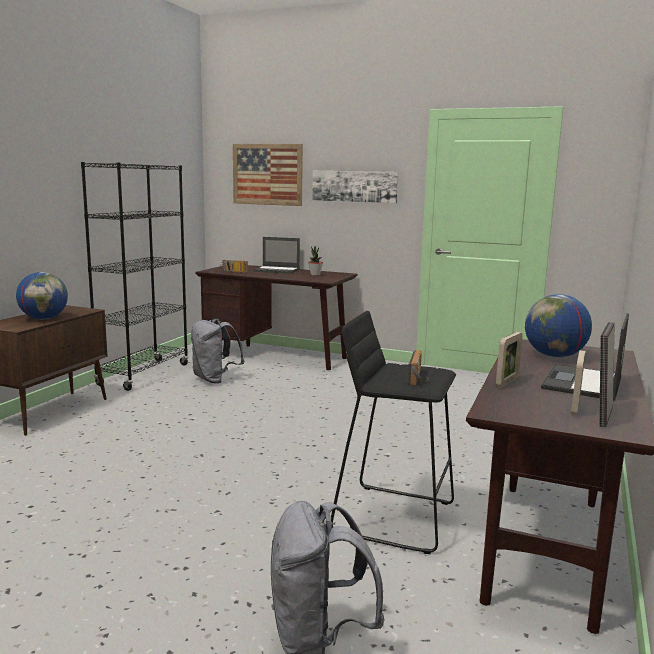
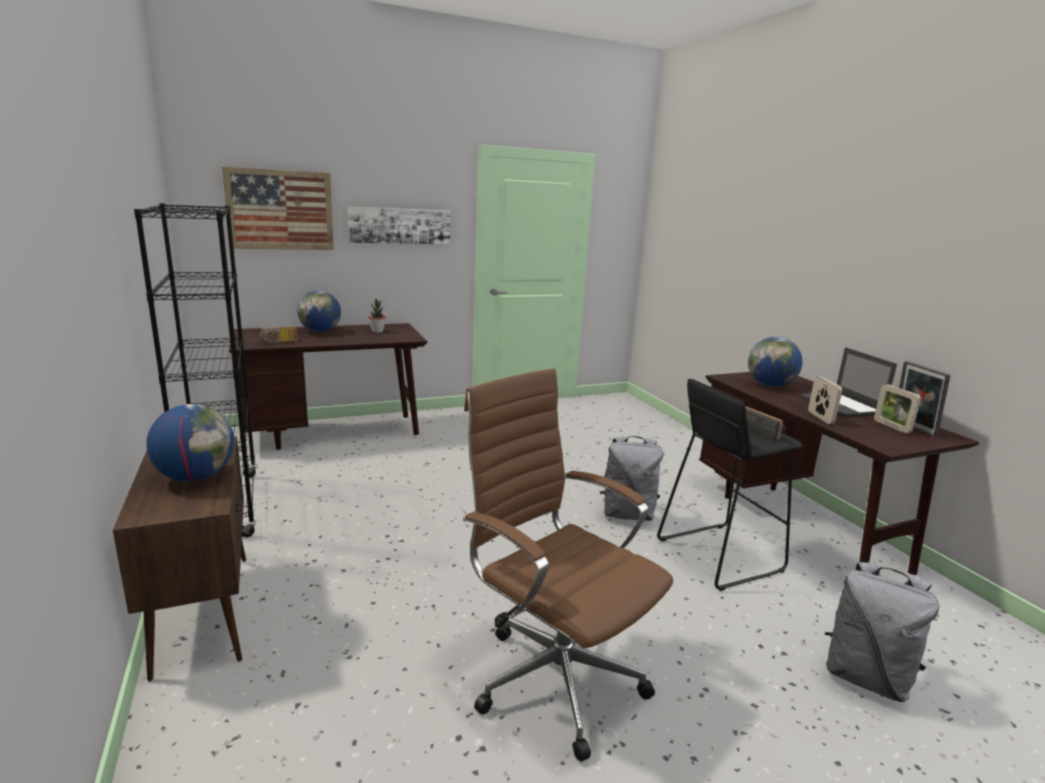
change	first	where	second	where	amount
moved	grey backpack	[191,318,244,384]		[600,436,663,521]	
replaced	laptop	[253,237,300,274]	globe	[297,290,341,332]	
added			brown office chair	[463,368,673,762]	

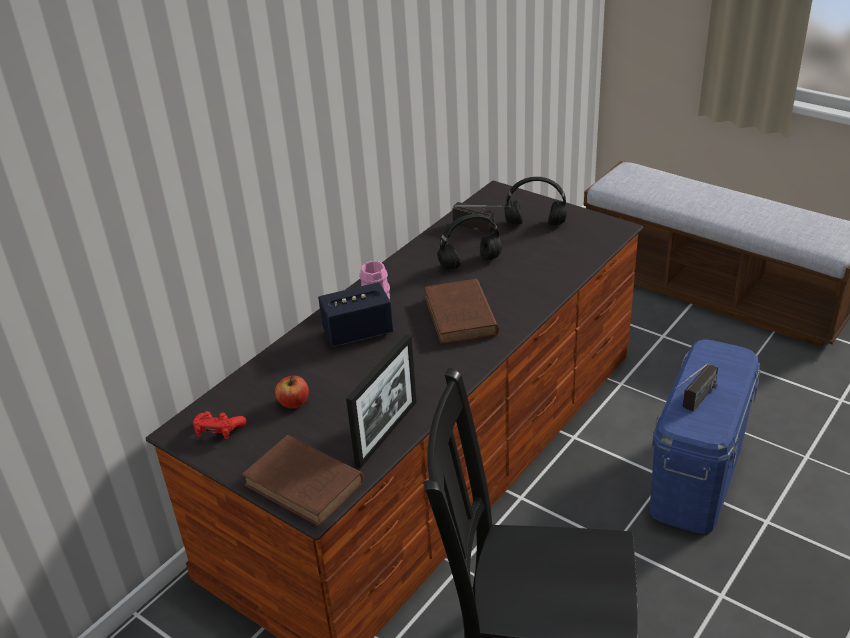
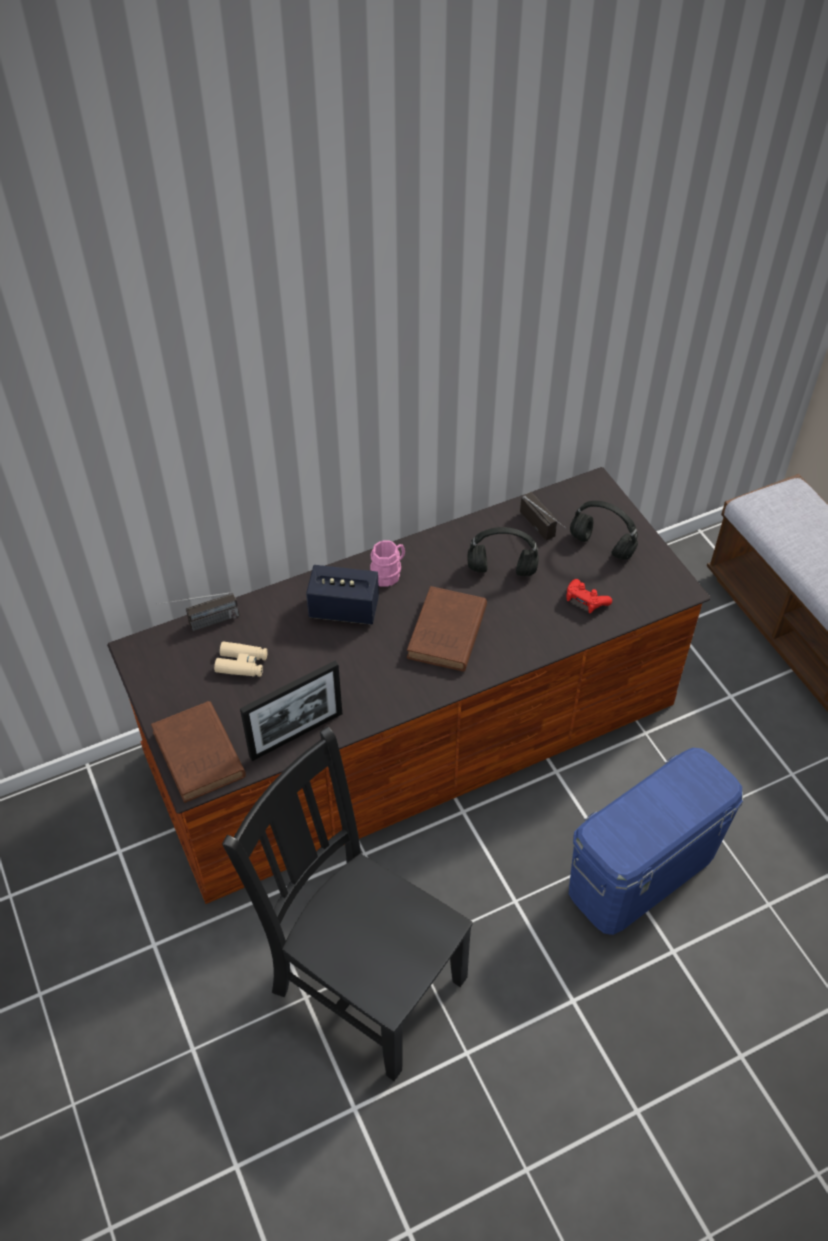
change	first	where	second	where	amount
moved	red game controller	[193,411,246,439]		[566,579,612,613]	
replaced	apple	[275,376,309,409]	beige binoculars	[214,642,268,677]	
moved	radio	[675,364,718,412]		[156,592,239,631]	

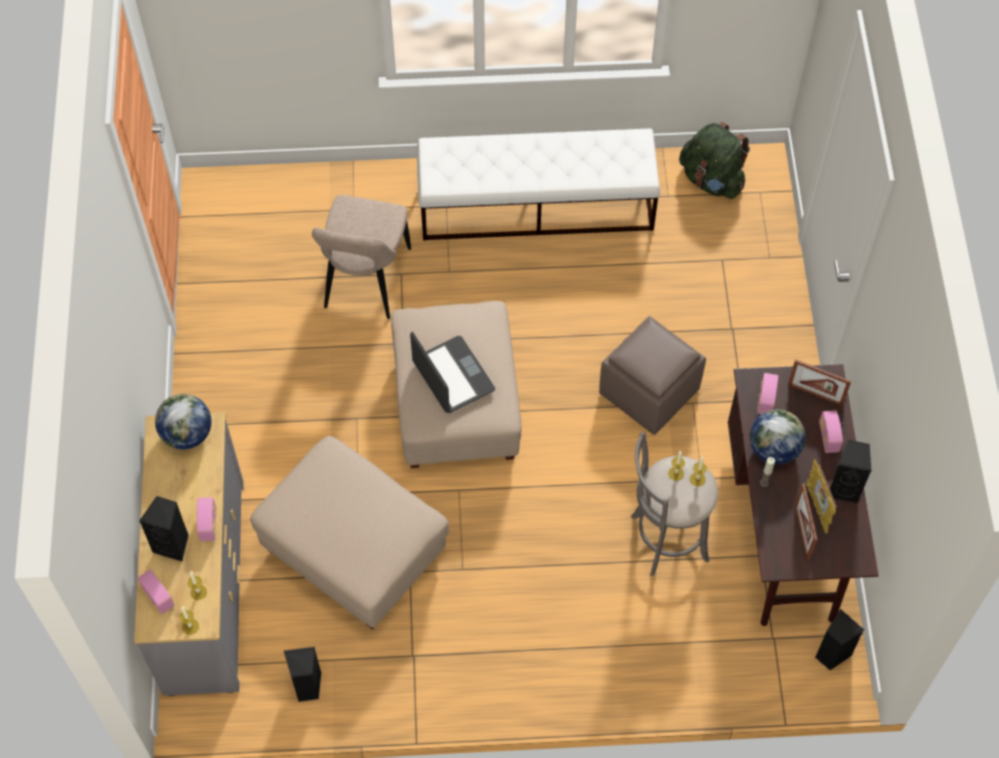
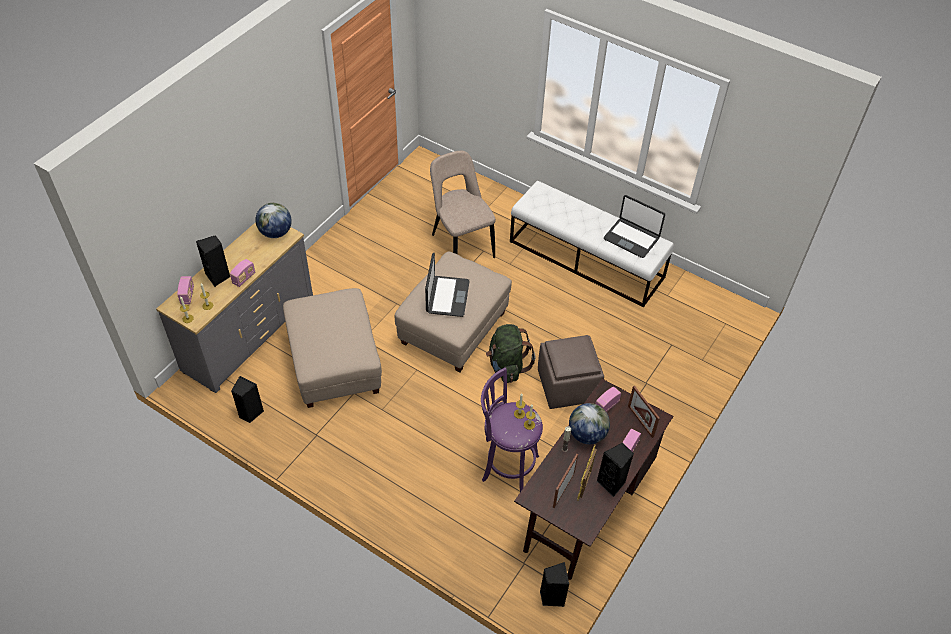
change	first	where	second	where	amount
turned	beige chair	[312,195,411,319]		[430,151,496,258]	105 degrees clockwise
recoloured	grey stool	[631,432,718,576]	purple stool	[481,367,543,492]	
moved	green backpack	[679,122,750,199]		[486,324,535,383]	
added			laptop	[604,195,665,258]	

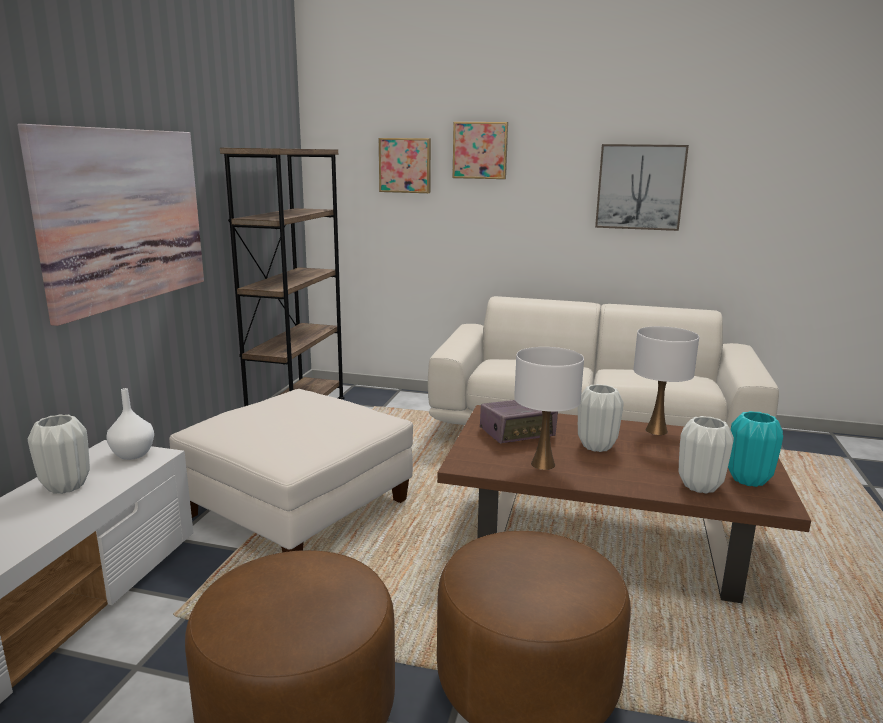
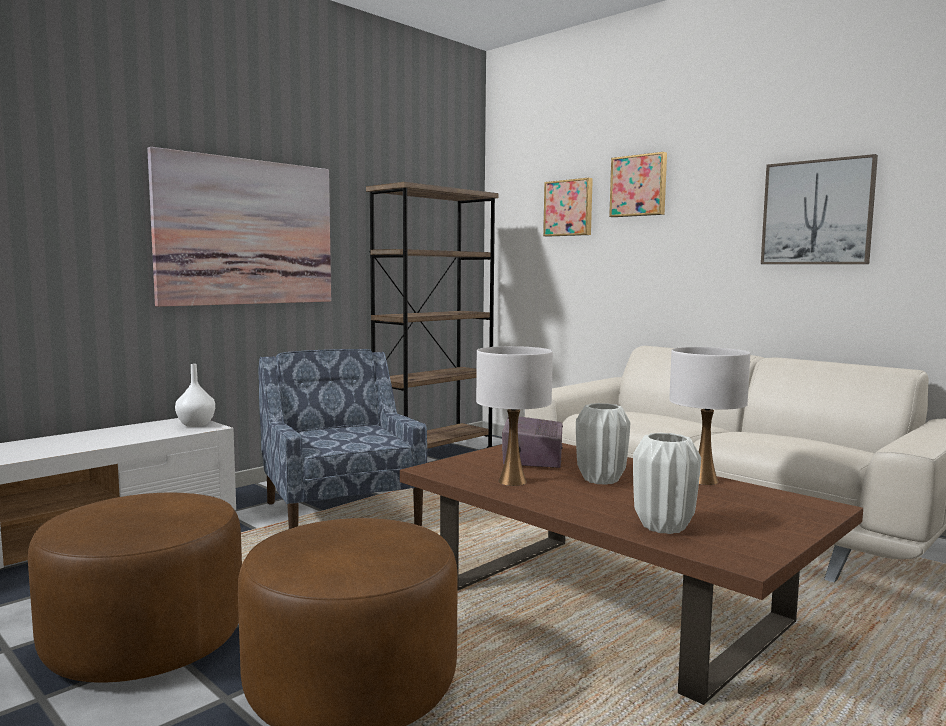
change	first	where	second	where	amount
removed	white vase	[28,414,90,494]			
replaced	white ottoman	[169,389,413,552]	blue armchair	[258,349,427,529]	
turned	radio	[480,400,558,444]		[502,416,563,468]	90 degrees clockwise
removed	turquoise vase	[728,411,783,487]			

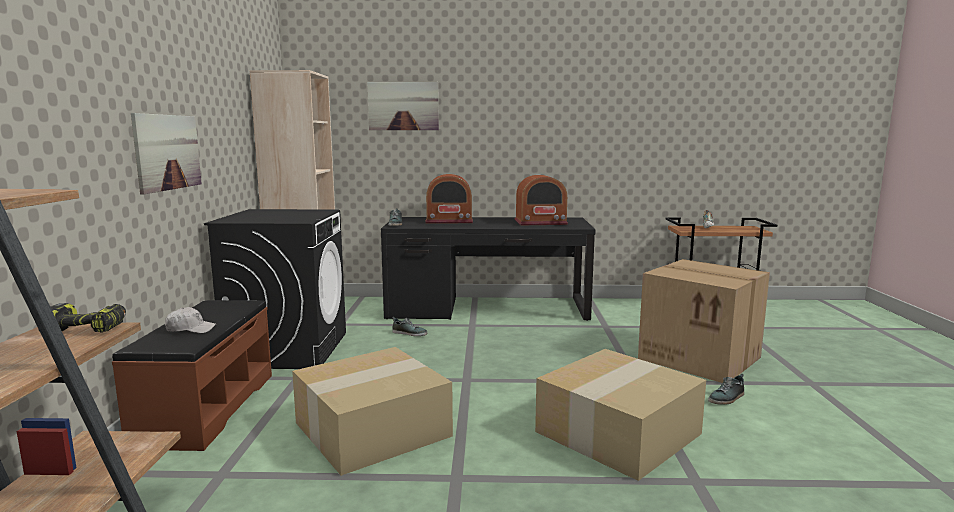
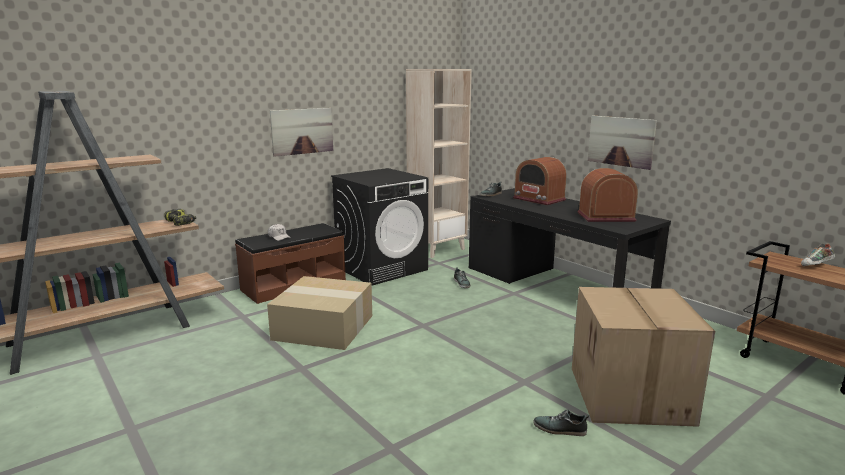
change	first	where	second	where	amount
moved	picture	[367,82,439,130]		[588,115,657,170]	
turned	radio	[515,175,568,226]		[577,168,638,222]	135 degrees clockwise
removed	cardboard box	[535,349,706,481]			

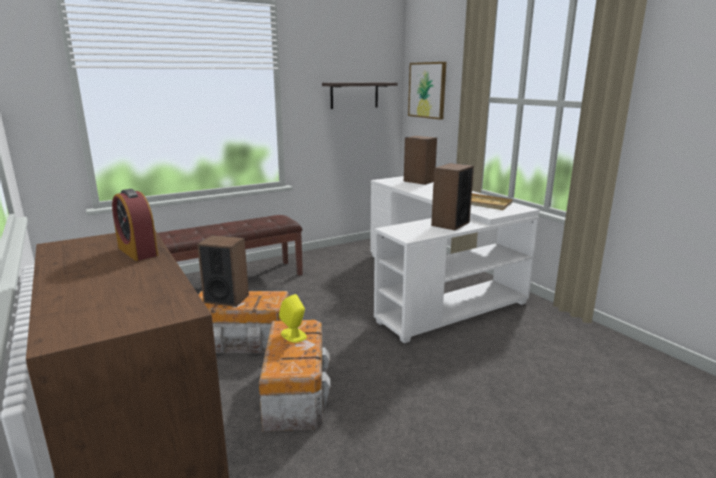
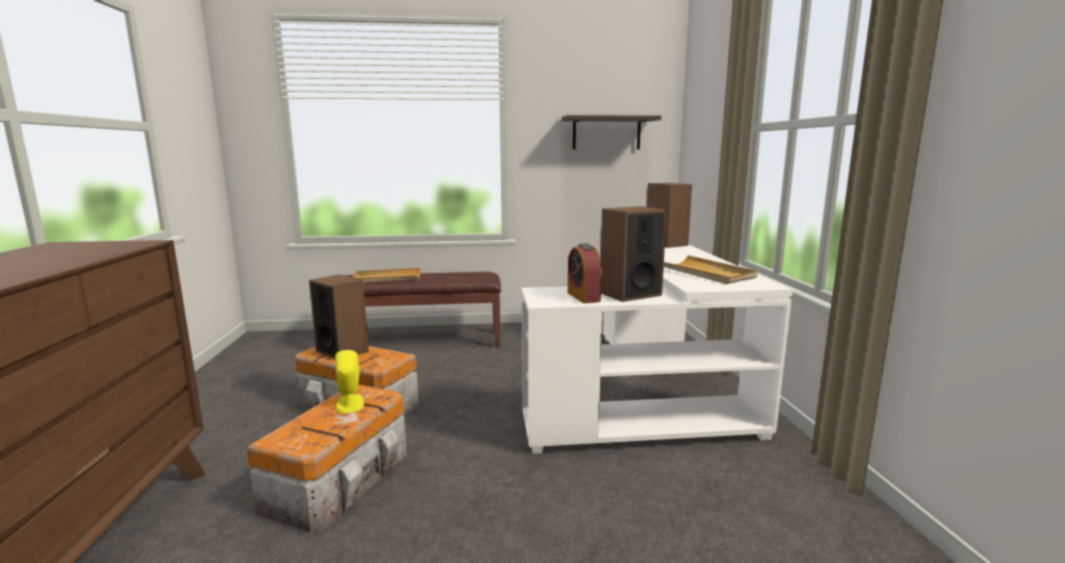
change	first	where	second	where	amount
moved	alarm clock	[112,189,158,261]		[568,243,602,303]	
removed	picture	[408,62,446,120]			
added			beige tray	[352,268,420,283]	

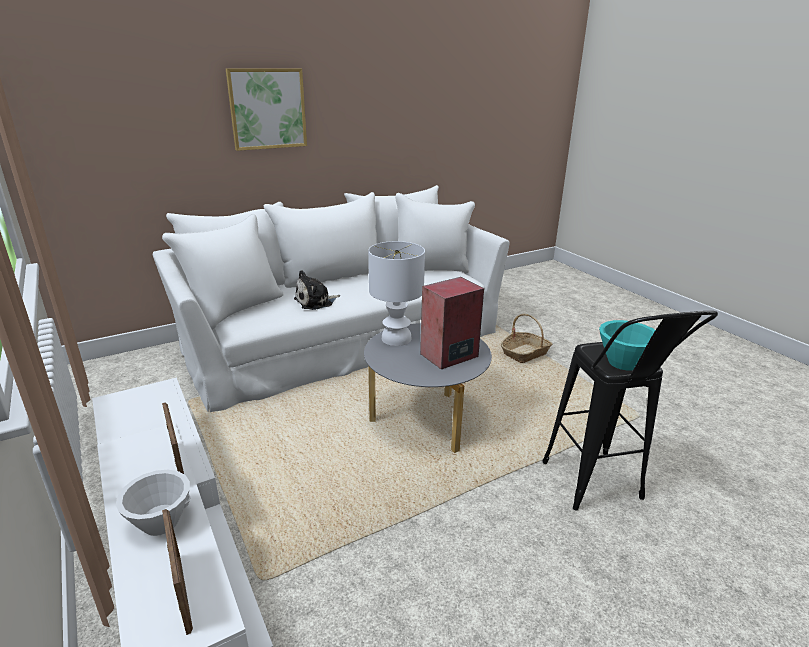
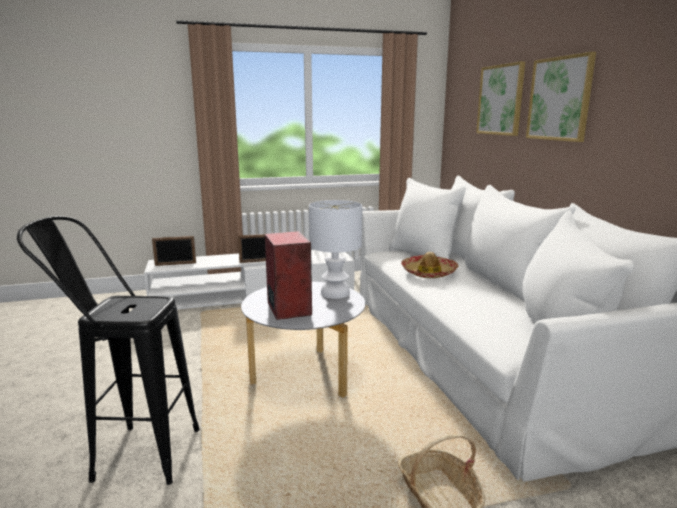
change	first	where	second	where	amount
removed	white bowl	[116,470,191,536]			
replaced	plush toy	[294,270,340,310]	hat	[401,252,459,278]	
removed	turquoise bowl	[599,320,655,370]			
added			picture	[476,61,525,136]	

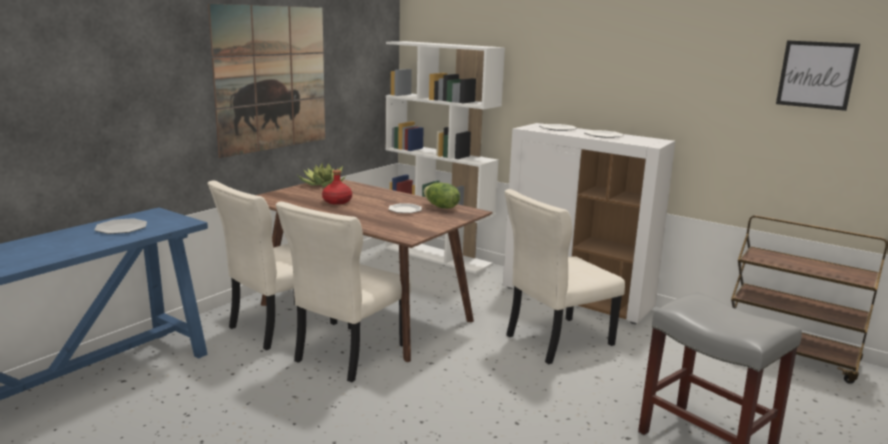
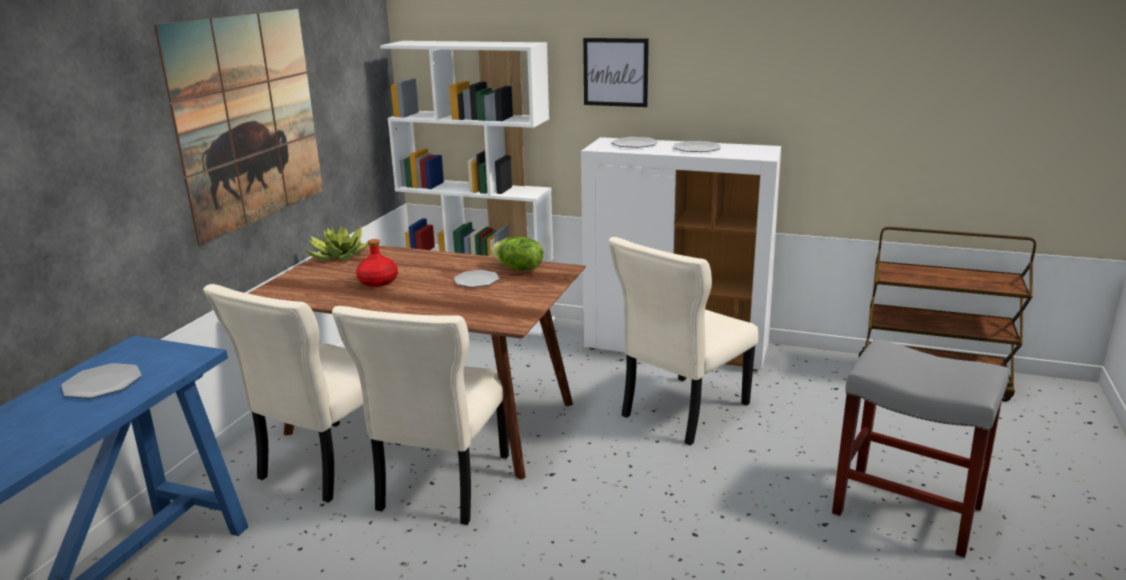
change	first	where	second	where	amount
moved	picture	[776,40,860,111]		[583,38,649,107]	

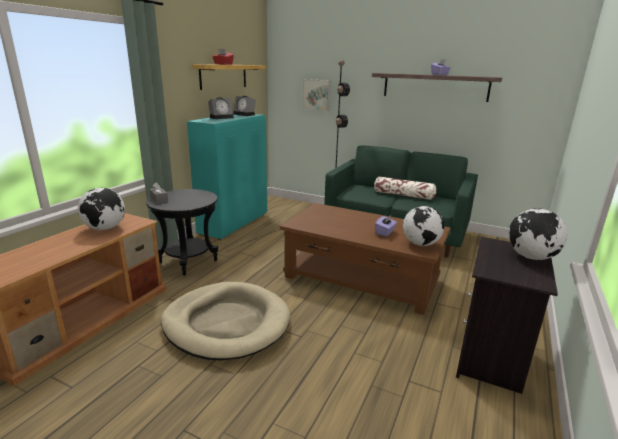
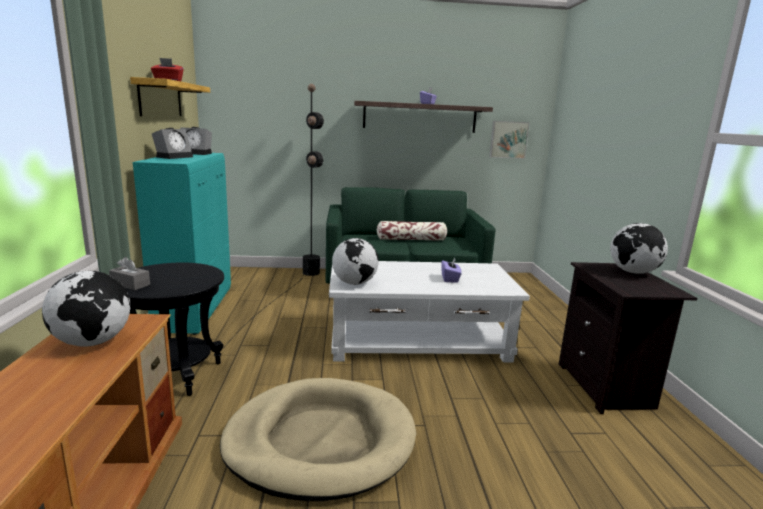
change	first	where	second	where	amount
recoloured	brown coffee table	[280,203,450,315]	white coffee table	[329,261,530,362]	
moved	picture	[302,79,331,111]		[489,121,530,159]	
moved	globe	[403,206,445,246]		[332,238,379,285]	

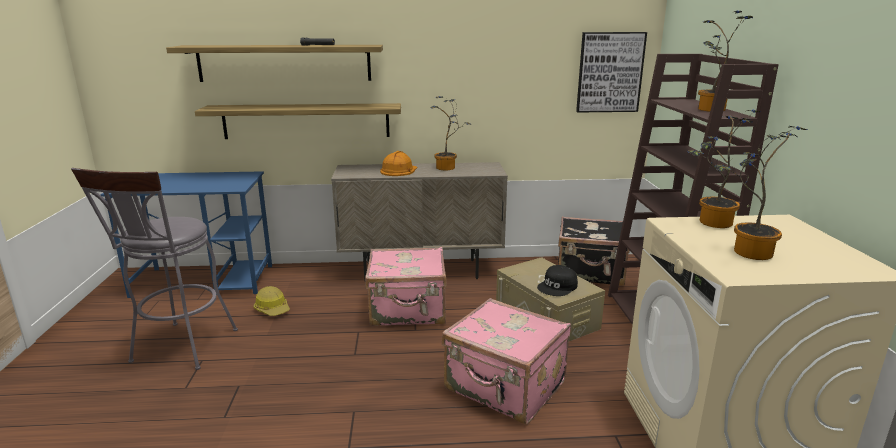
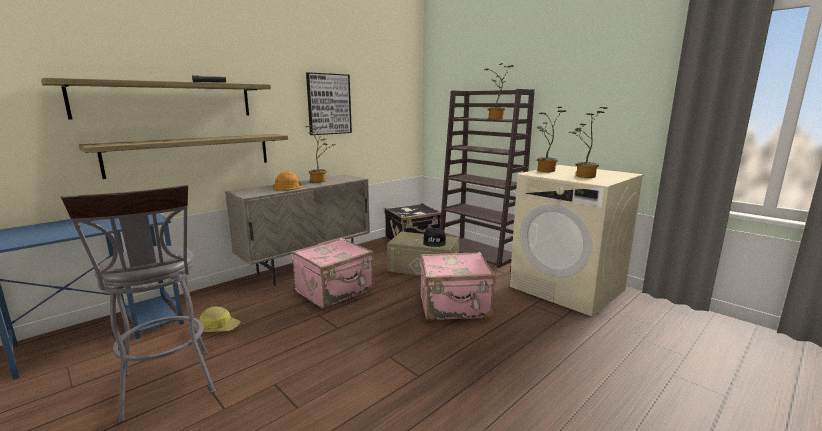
change	first	where	second	where	amount
moved	picture	[576,32,647,112]		[306,72,352,135]	

